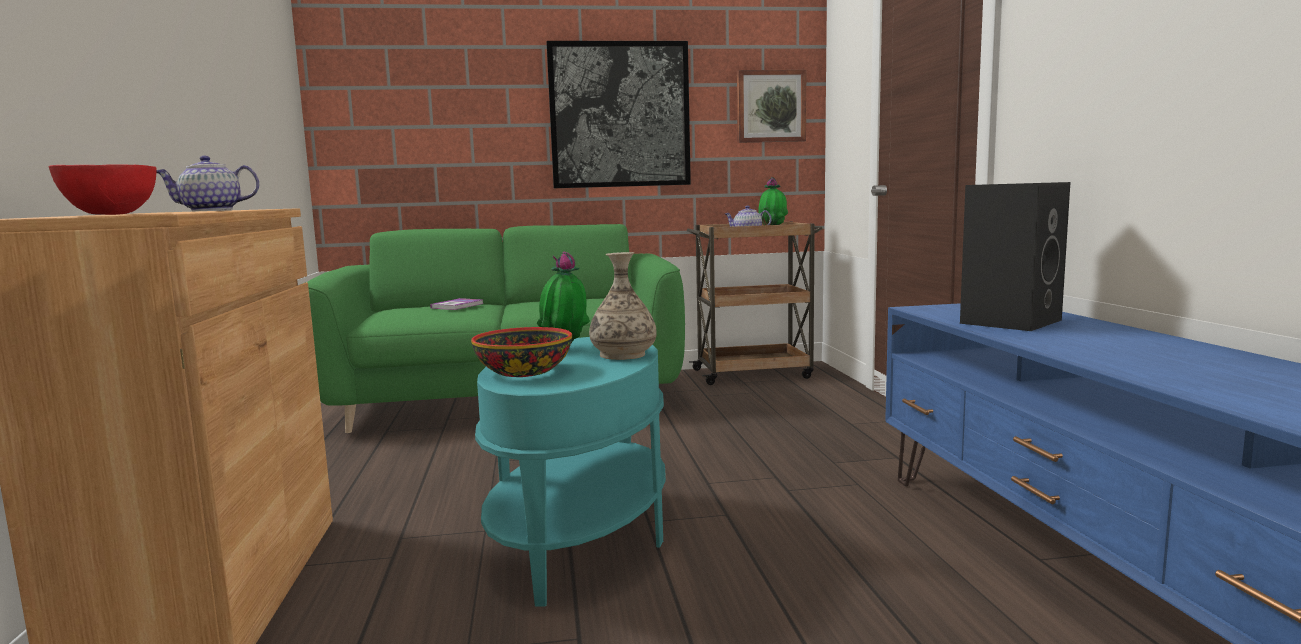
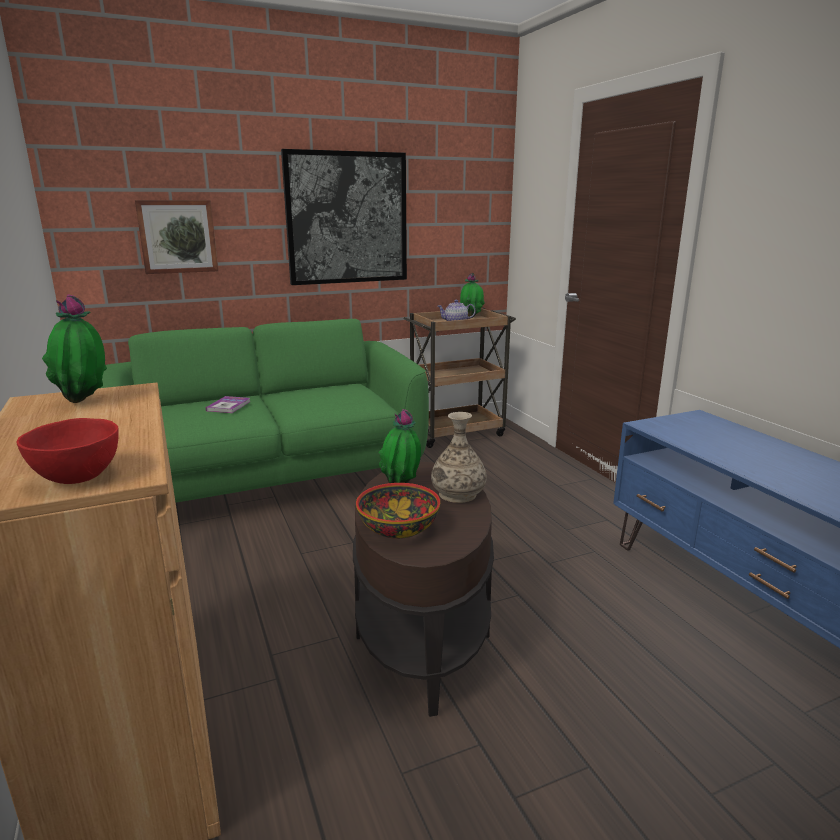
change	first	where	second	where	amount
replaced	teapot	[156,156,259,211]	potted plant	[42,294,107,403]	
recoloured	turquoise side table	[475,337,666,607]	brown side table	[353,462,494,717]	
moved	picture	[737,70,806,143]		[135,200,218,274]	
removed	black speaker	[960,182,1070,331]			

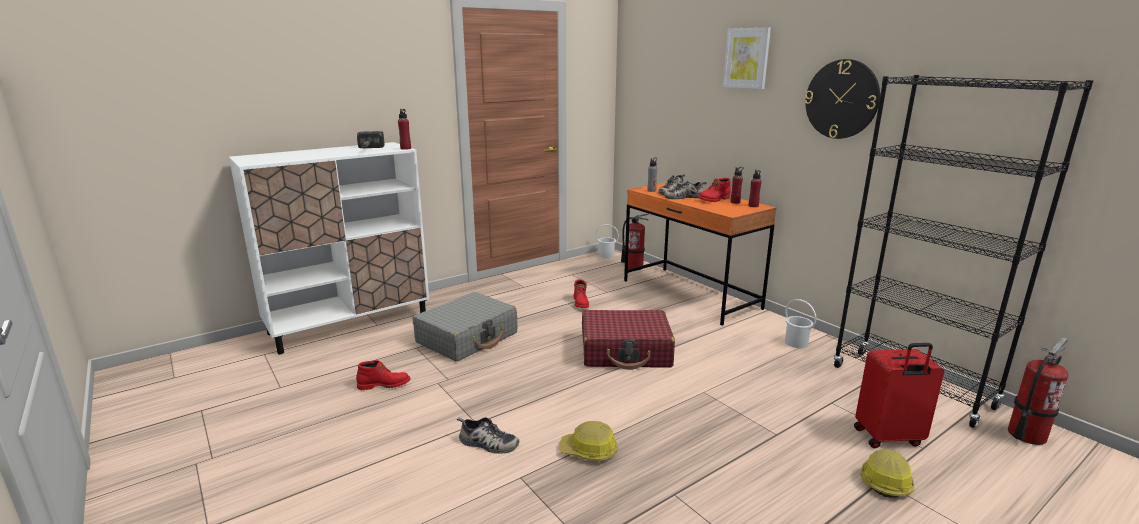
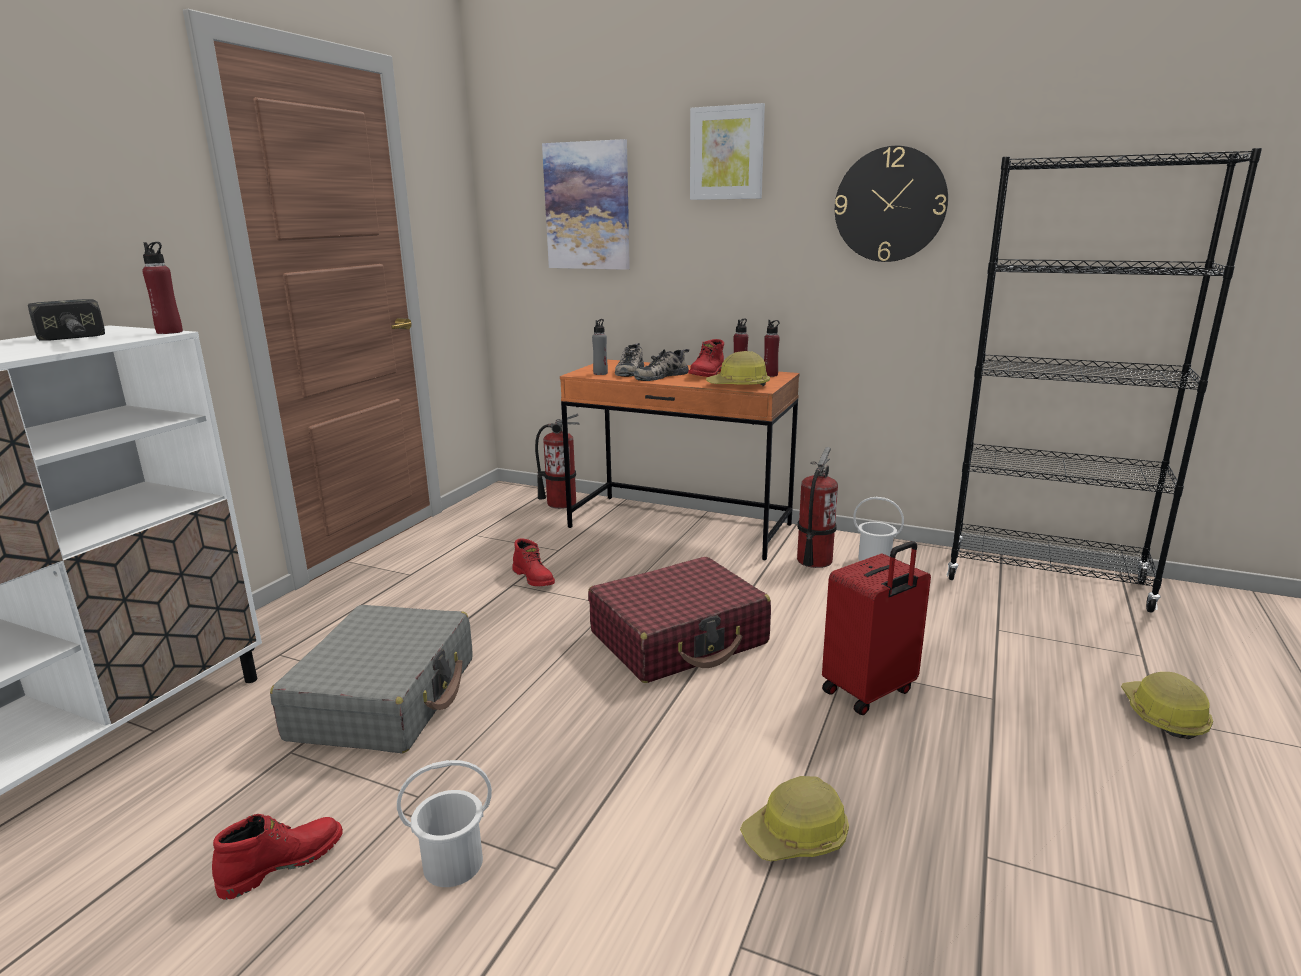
change	first	where	second	where	amount
removed	shoe	[457,417,519,454]			
moved	white bucket	[595,224,619,258]		[397,760,492,887]	
moved	red suitcase	[854,343,944,448]		[822,541,931,715]	
moved	fire extinguisher	[1008,337,1069,445]		[797,447,838,568]	
added			picture	[542,139,630,270]	
added			hard hat	[706,351,770,387]	

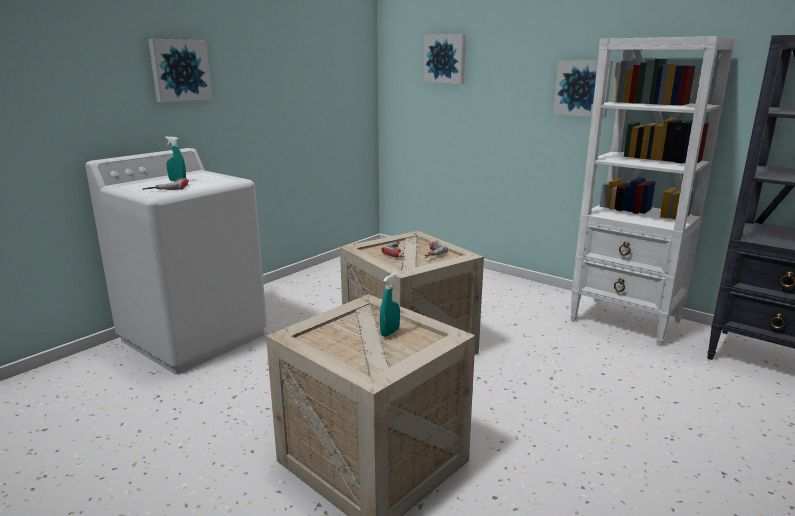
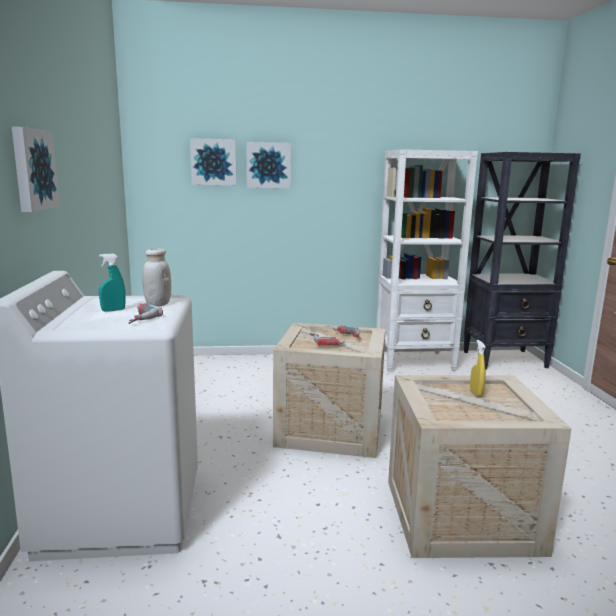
change	first	where	second	where	amount
recoloured	turquoise spray bottle	[380,273,400,337]	yellow spray bottle	[470,340,486,396]	
moved	picture	[553,60,613,118]		[246,142,291,188]	
added			white jar	[142,248,171,306]	

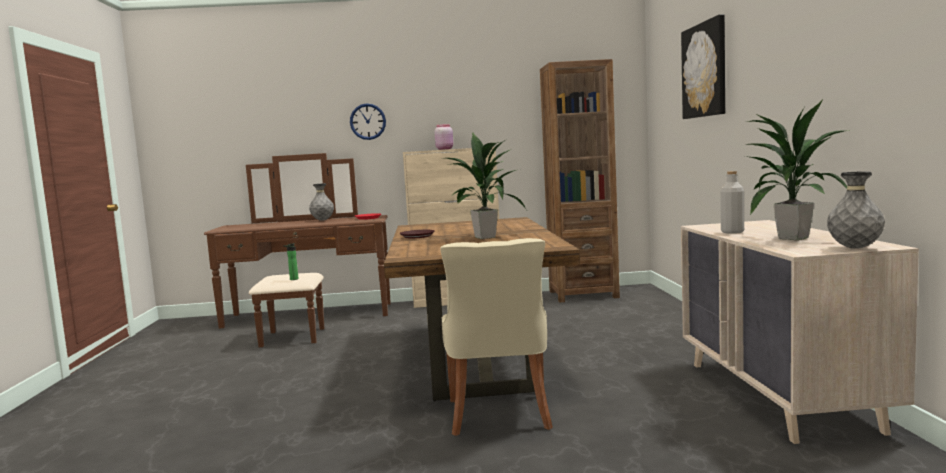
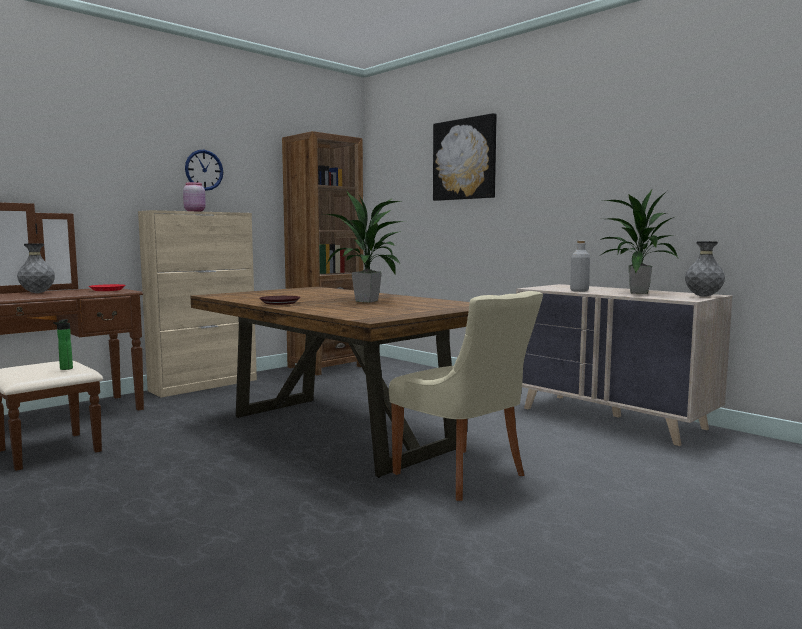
change	first	where	second	where	amount
moved	wall clock	[350,103,386,140]		[185,150,223,191]	

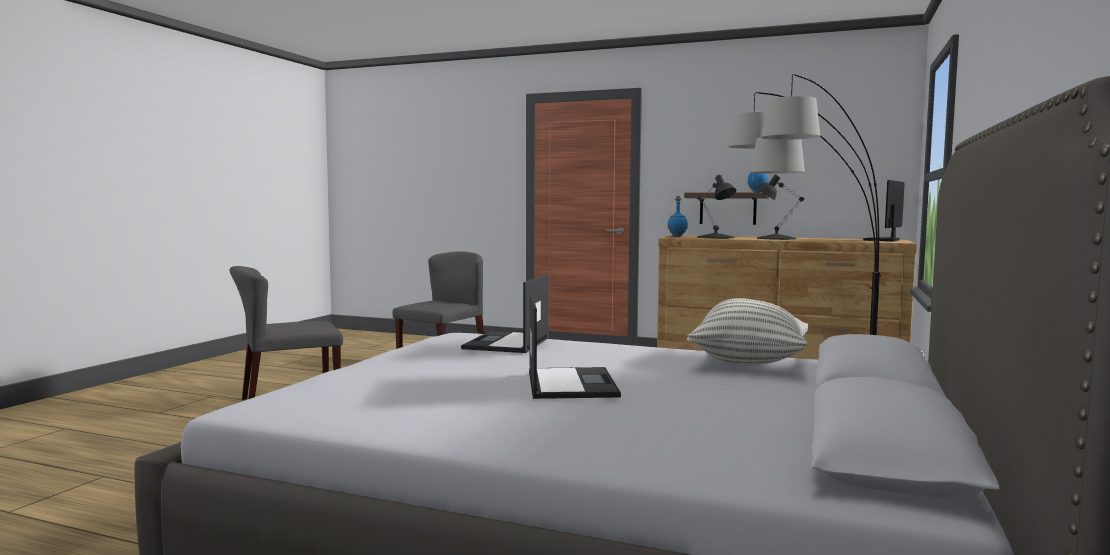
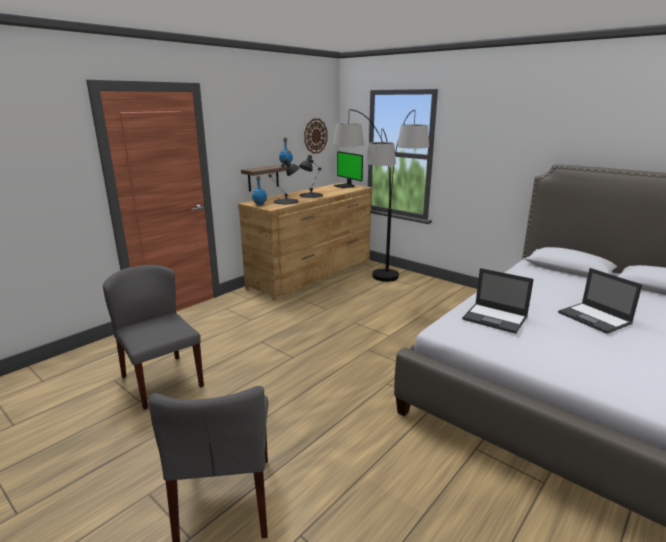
change	first	where	second	where	amount
turned	laptop	[529,294,621,399]		[558,268,642,334]	135 degrees counterclockwise
removed	pillow	[687,298,809,365]			
added			wall clock	[304,119,327,154]	

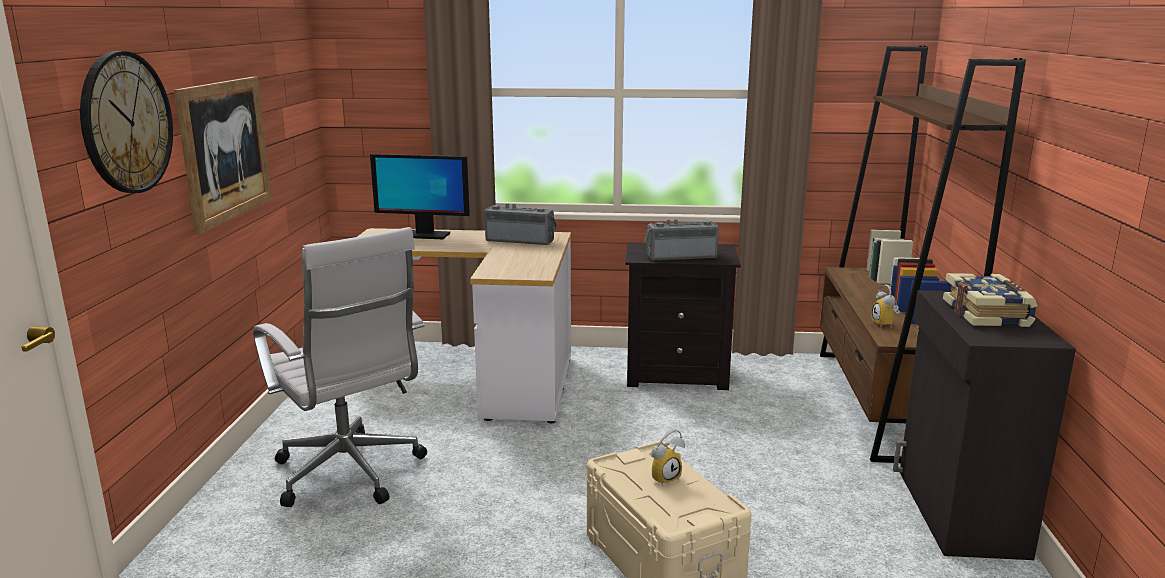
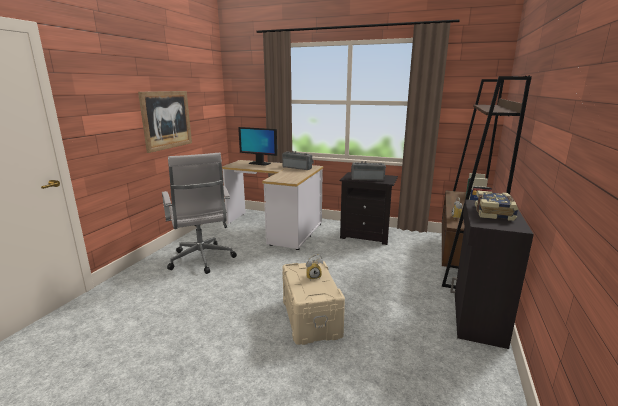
change	first	where	second	where	amount
removed	wall clock	[80,51,173,193]			

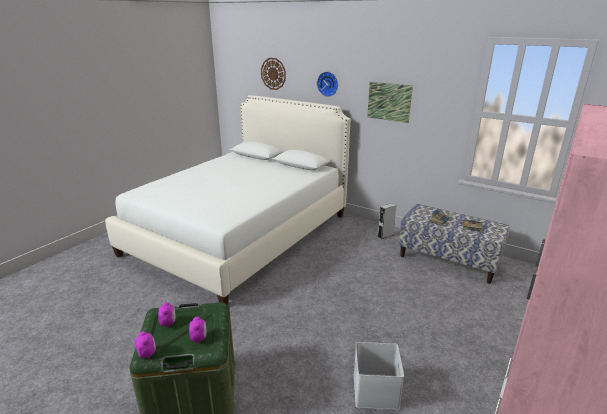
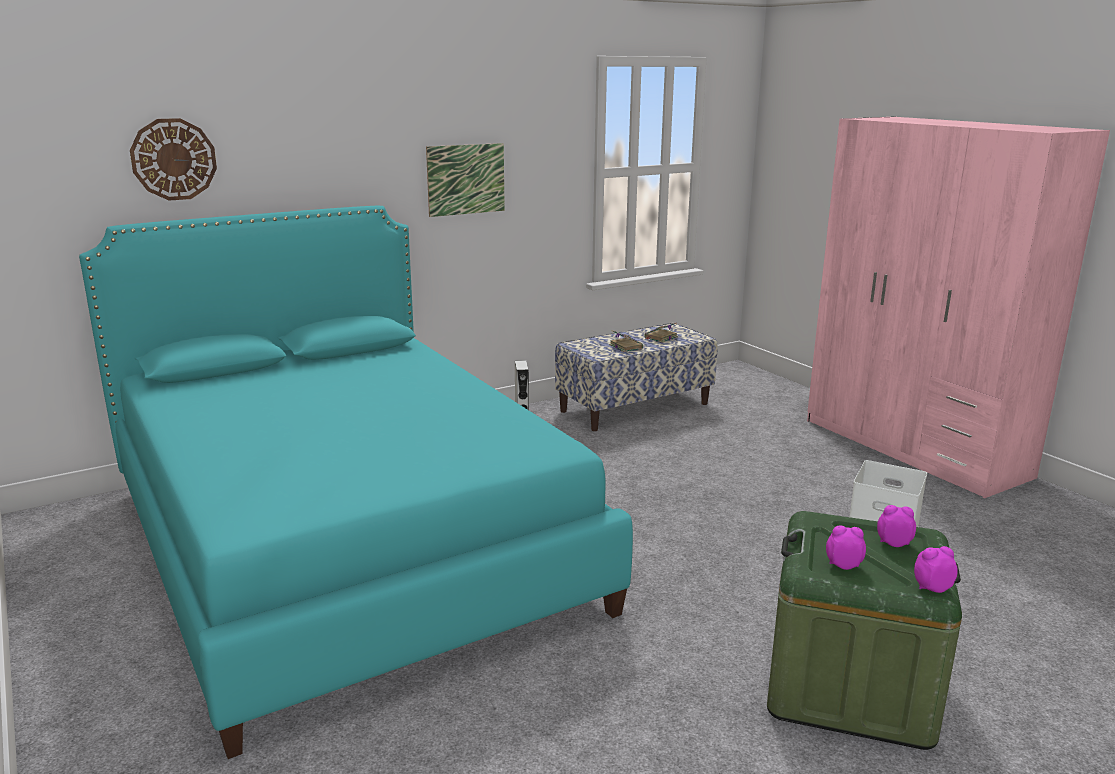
change	first	where	second	where	amount
recoloured	white bed	[105,95,351,305]	turquoise bed	[79,206,633,759]	
removed	wall clock	[317,71,338,97]			

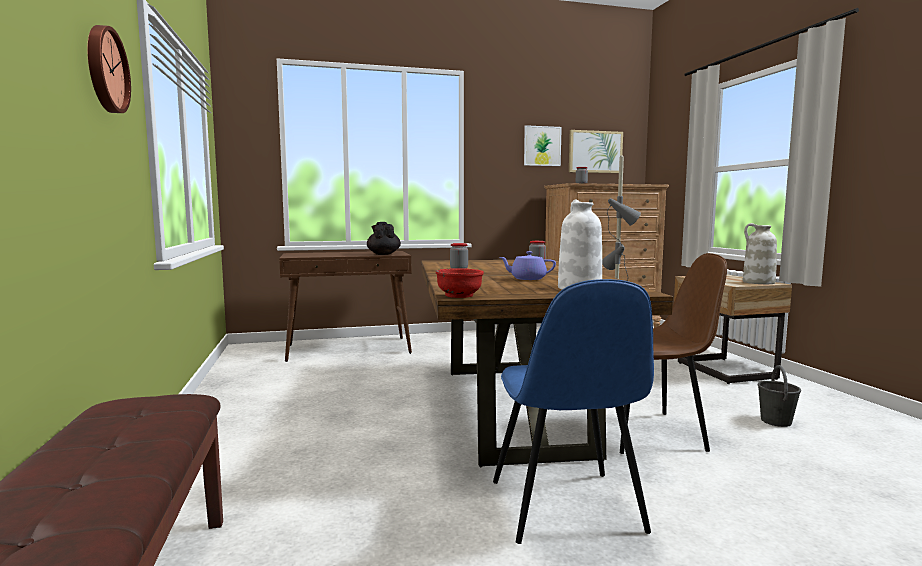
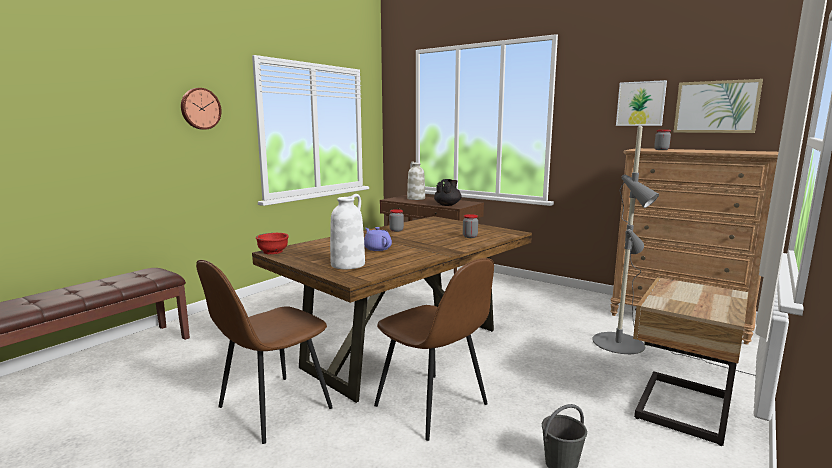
change	first	where	second	where	amount
recoloured	blue chair	[493,279,654,544]	brown chair	[196,260,333,444]	
moved	white vase	[743,223,777,284]		[407,161,425,200]	

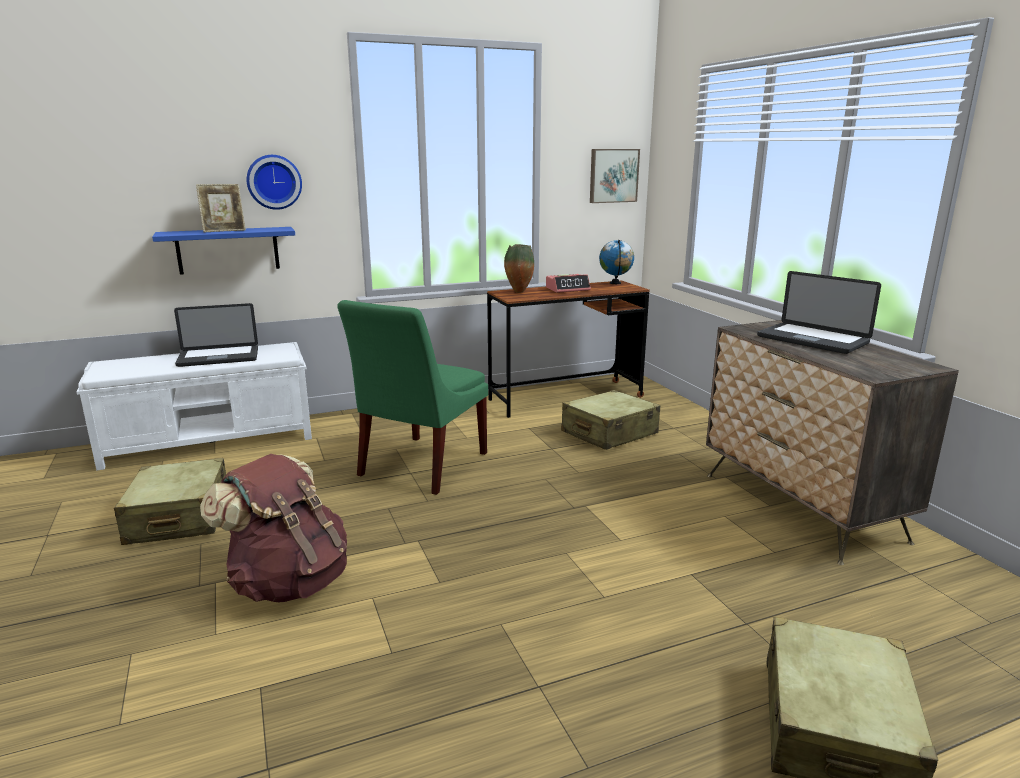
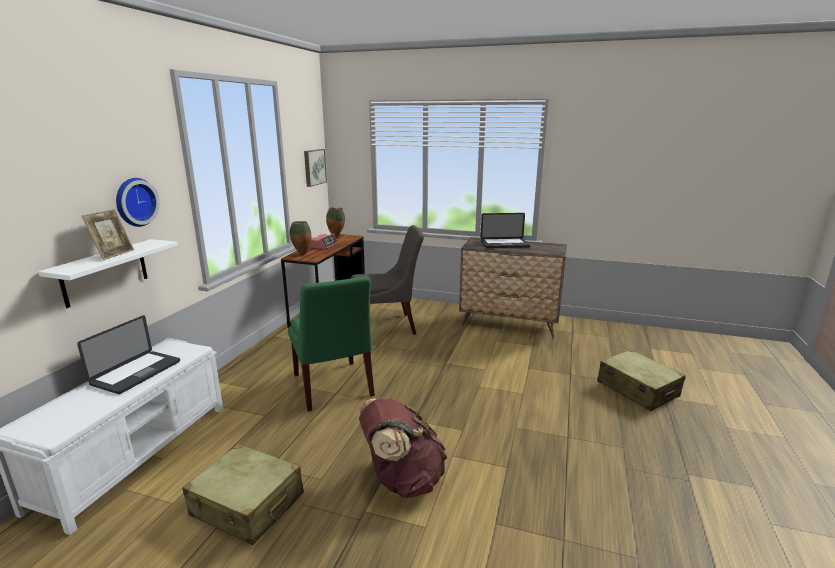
change	first	where	second	where	amount
recoloured	blue shelf	[152,227,295,275]	white shelf	[38,239,178,308]	
replaced	beige suitcase	[561,390,660,450]	grey chair	[351,225,424,335]	
replaced	globe	[599,240,634,284]	vase	[326,207,345,236]	

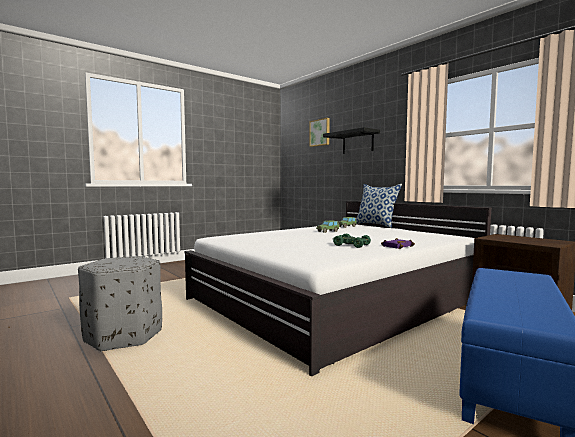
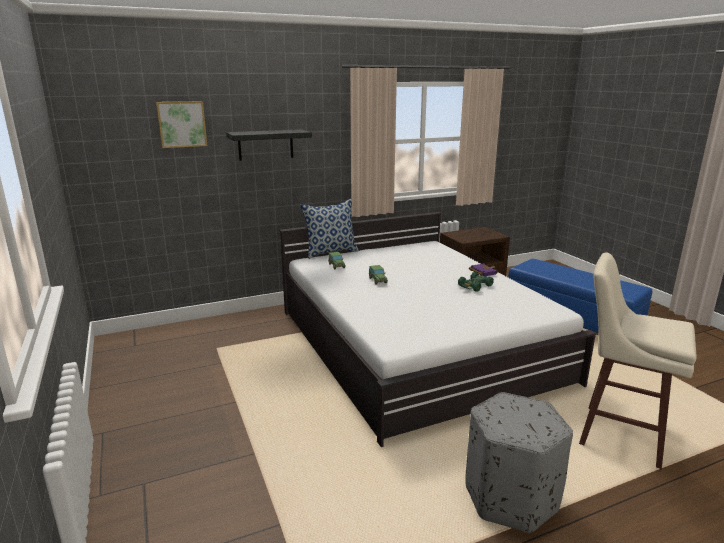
change	first	where	second	where	amount
added			beige stool	[579,252,697,470]	

